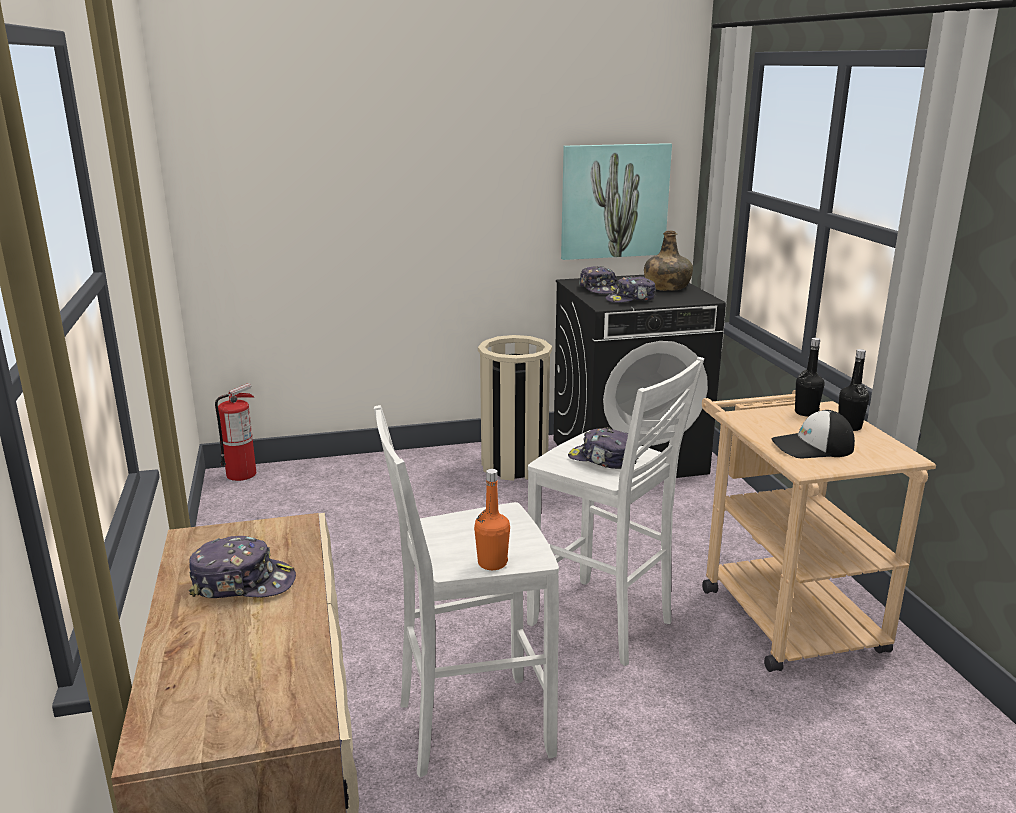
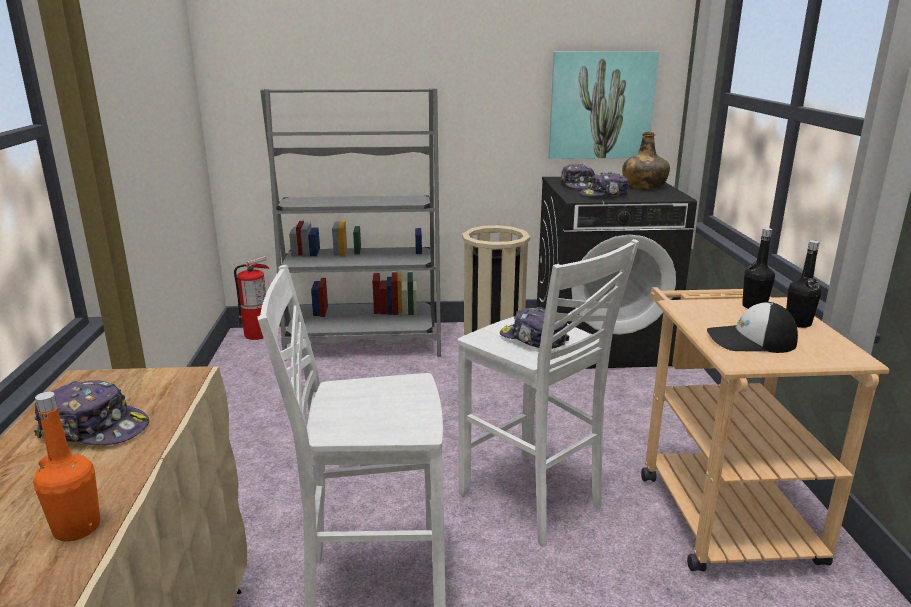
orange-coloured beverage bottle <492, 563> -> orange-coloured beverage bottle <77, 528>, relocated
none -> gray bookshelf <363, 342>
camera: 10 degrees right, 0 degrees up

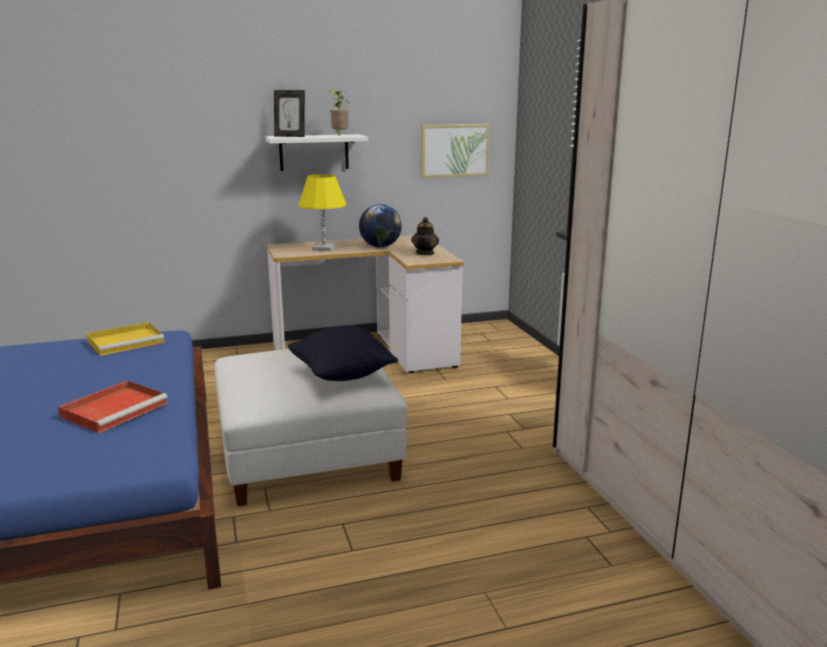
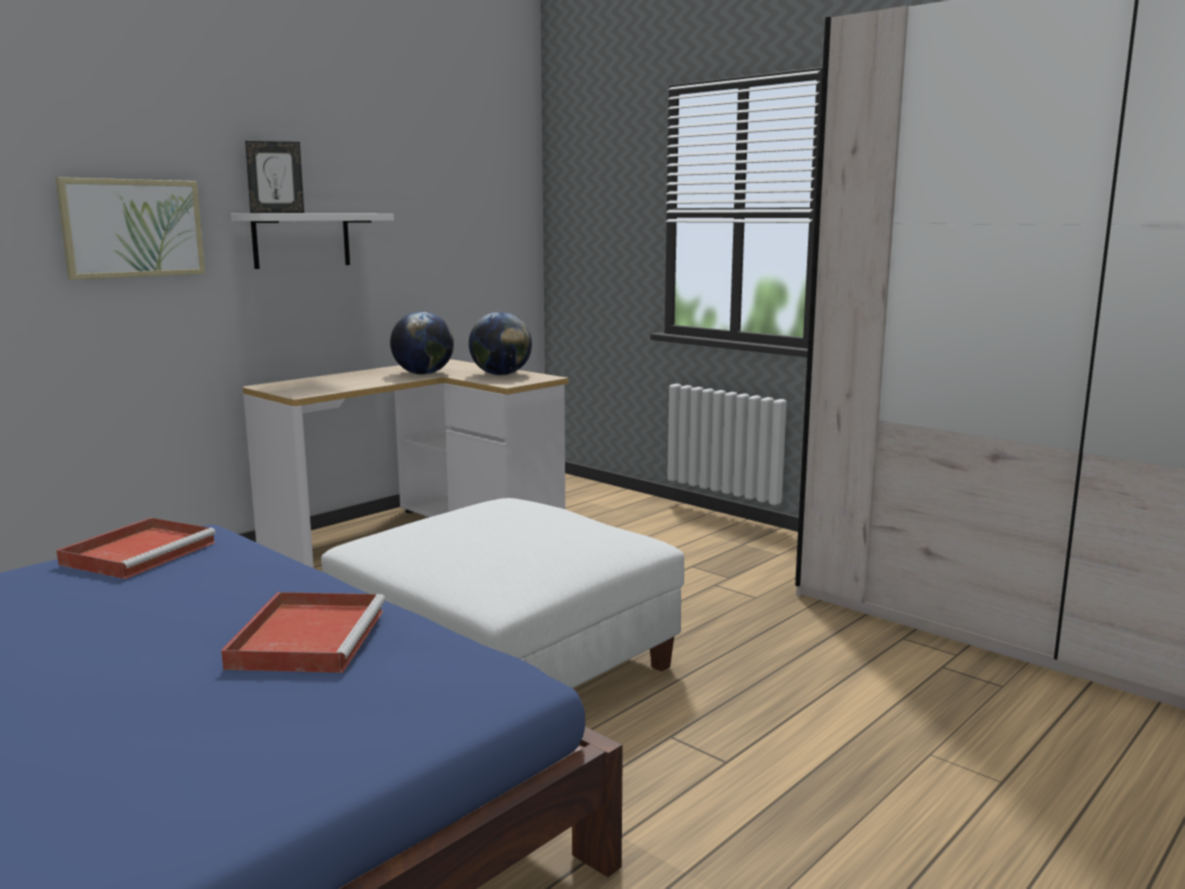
yellowish carrying tray <127, 341> -> red-coloured carrying tray <141, 552>
black cushion <342, 376> -> none
yellowish tabletop lamp <324, 248> -> none
plant in a pot <339, 135> -> none
teapot <425, 253> -> world globe <501, 375>
wall picture <454, 150> -> wall picture <133, 228>, relocated
camera: 30 degrees left, 5 degrees down

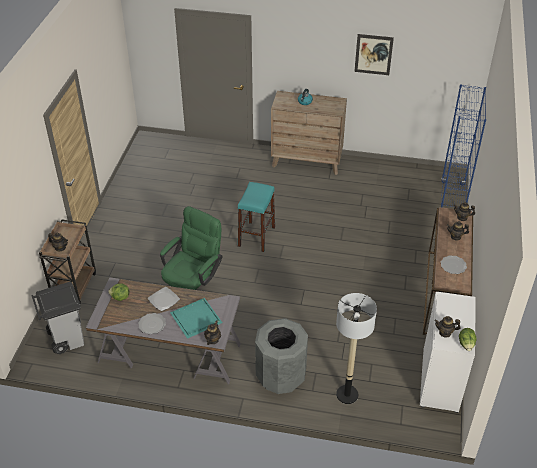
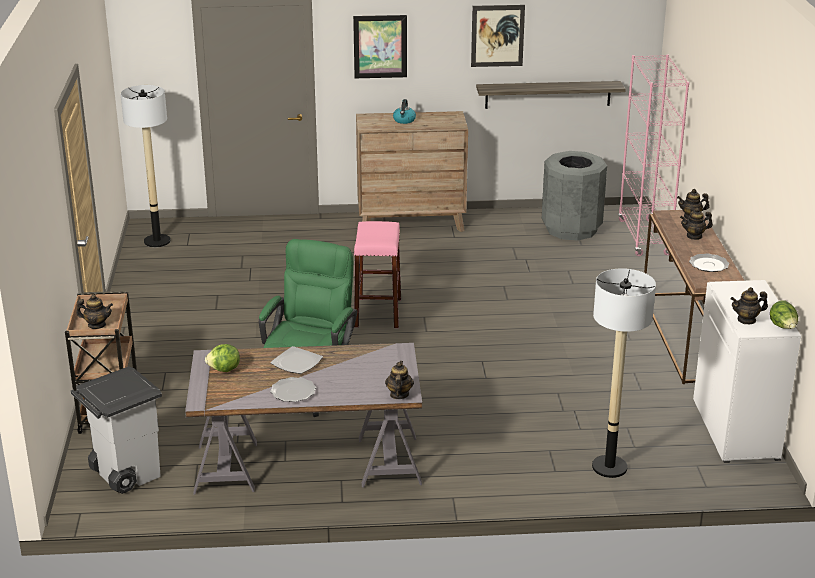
blue-green carrying tray <196, 318> -> none
blue-green stool <256, 236> -> pink stool <378, 313>
gray rubbish bin <280, 376> -> gray rubbish bin <571, 229>, relocated
blue bookshelf <452, 200> -> pink bookshelf <644, 238>
none -> floor lamp <157, 241>
none -> wall picture <380, 46>
none -> shelf <548, 94>
camera: 15 degrees left, 15 degrees down

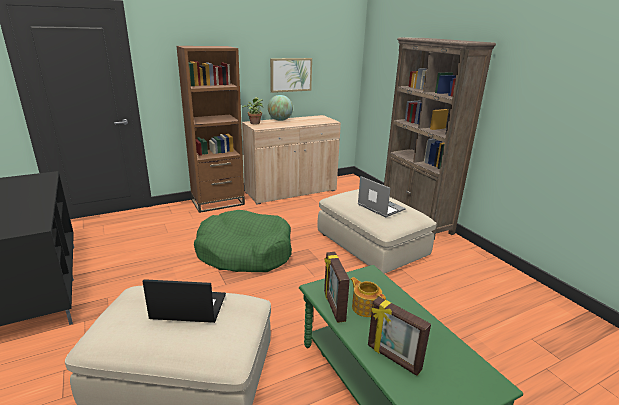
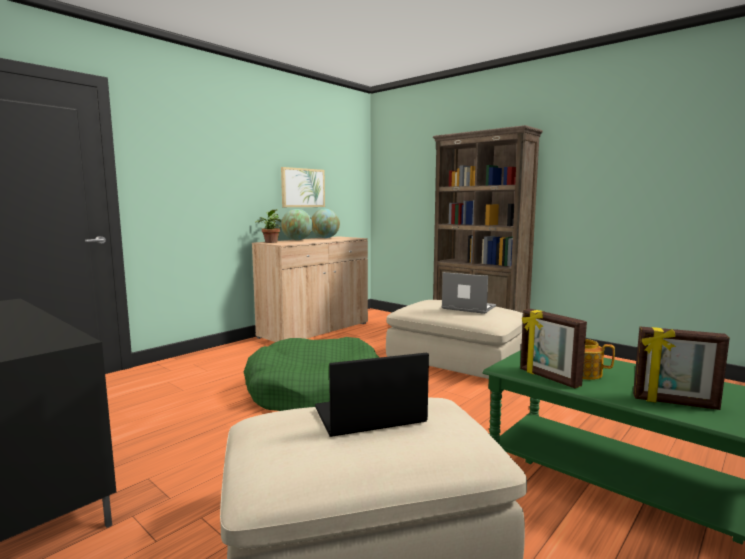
brown-coloured bookshelf <218, 202> -> none
none -> world globe <325, 238>
camera: 20 degrees left, 15 degrees down

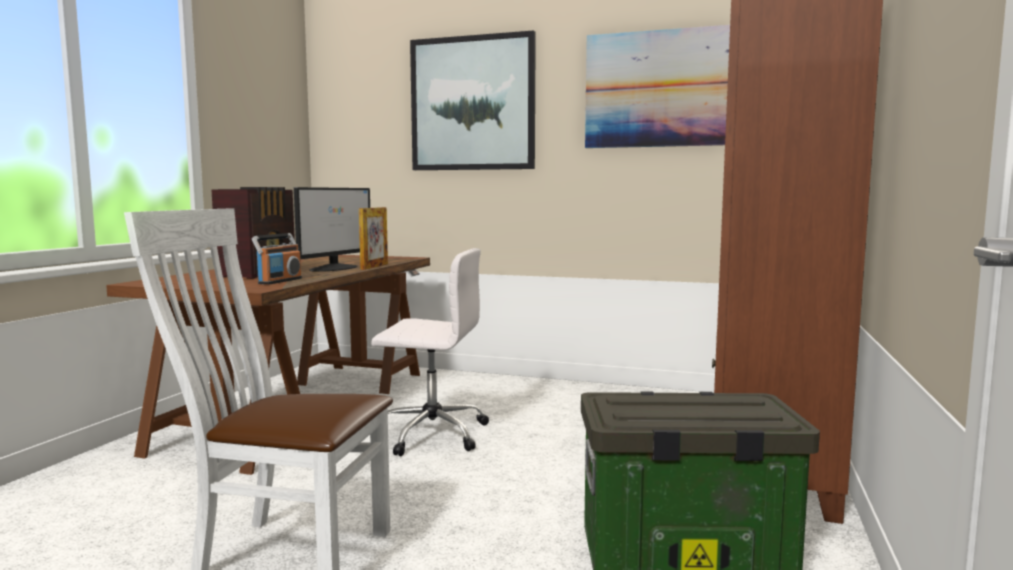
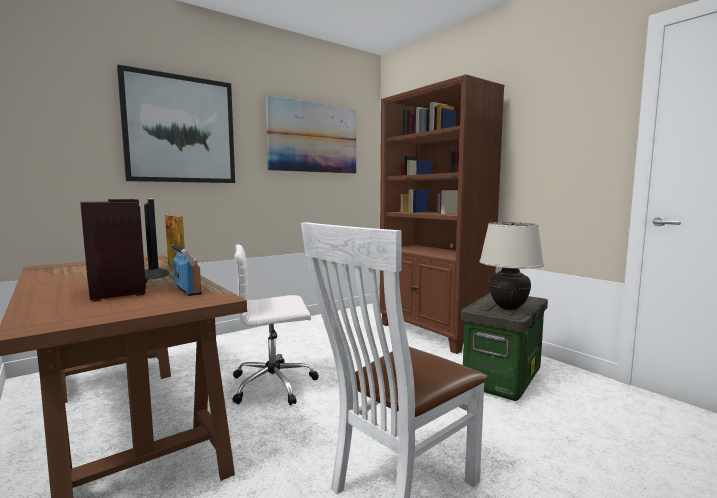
white-coloured desk chair <430, 434> -> white-coloured desk chair <274, 384>, 150 degrees counterclockwise
none -> sand-coloured tabletop lamp <508, 308>
camera: 55 degrees left, 0 degrees up

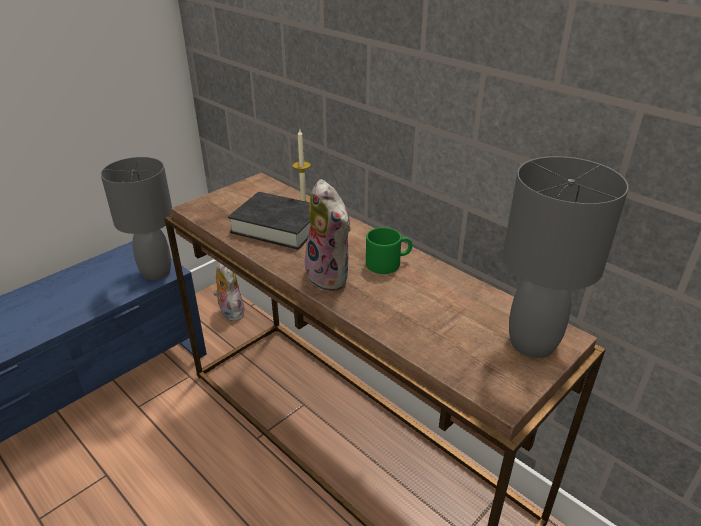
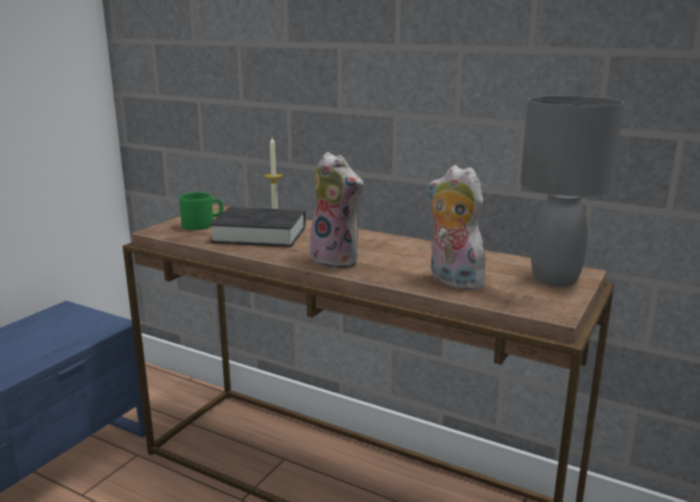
gray tabletop lamp <156, 272> -> none
plush toy <230, 312> -> plush toy <451, 281>, relocated
green-coloured coffee mug <388, 263> -> green-coloured coffee mug <203, 224>, relocated
camera: 15 degrees left, 15 degrees down

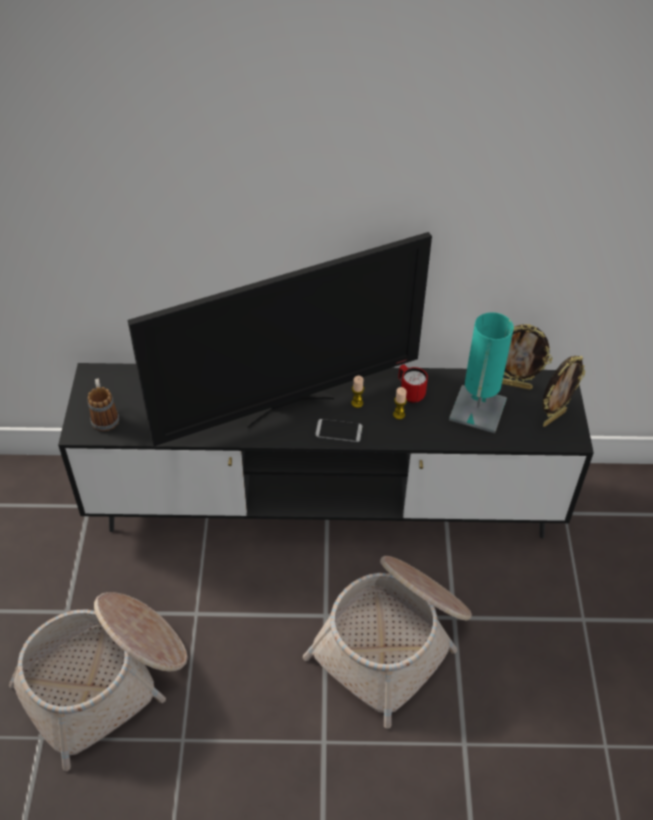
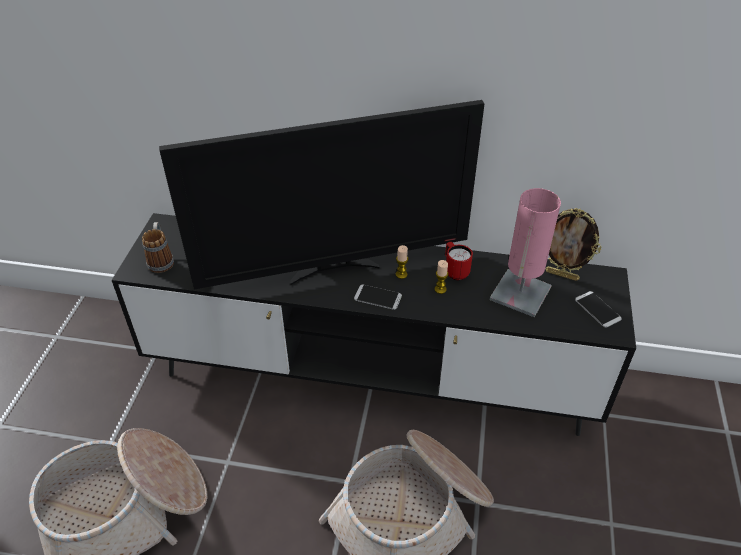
blue-green tabletop lamp <477, 409> -> pink tabletop lamp <520, 293>
standing frame <553, 417> -> phone <597, 309>
camera: 10 degrees right, 5 degrees down

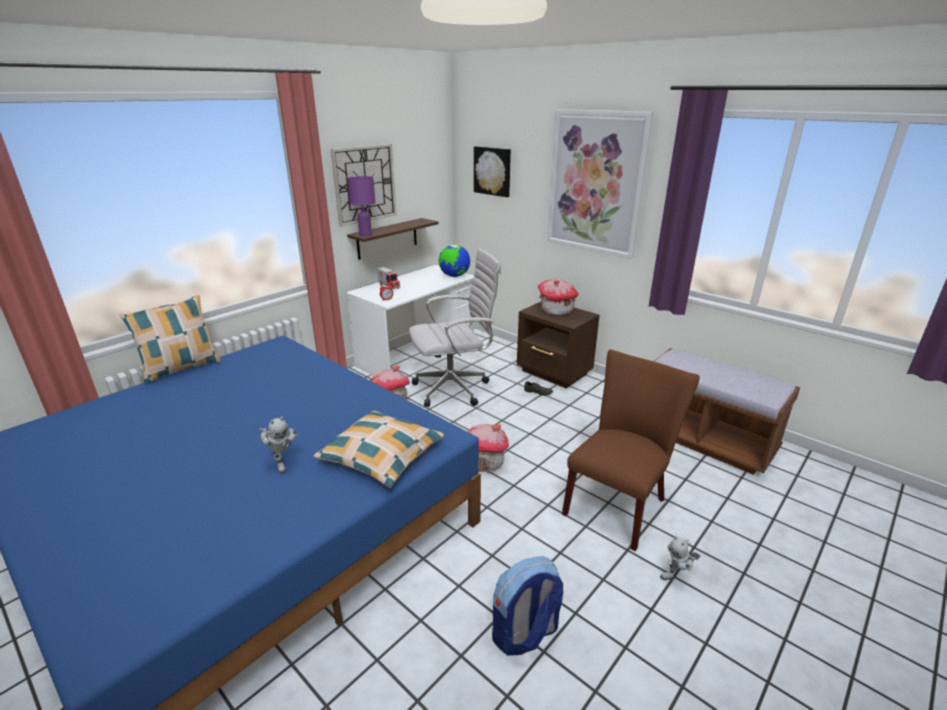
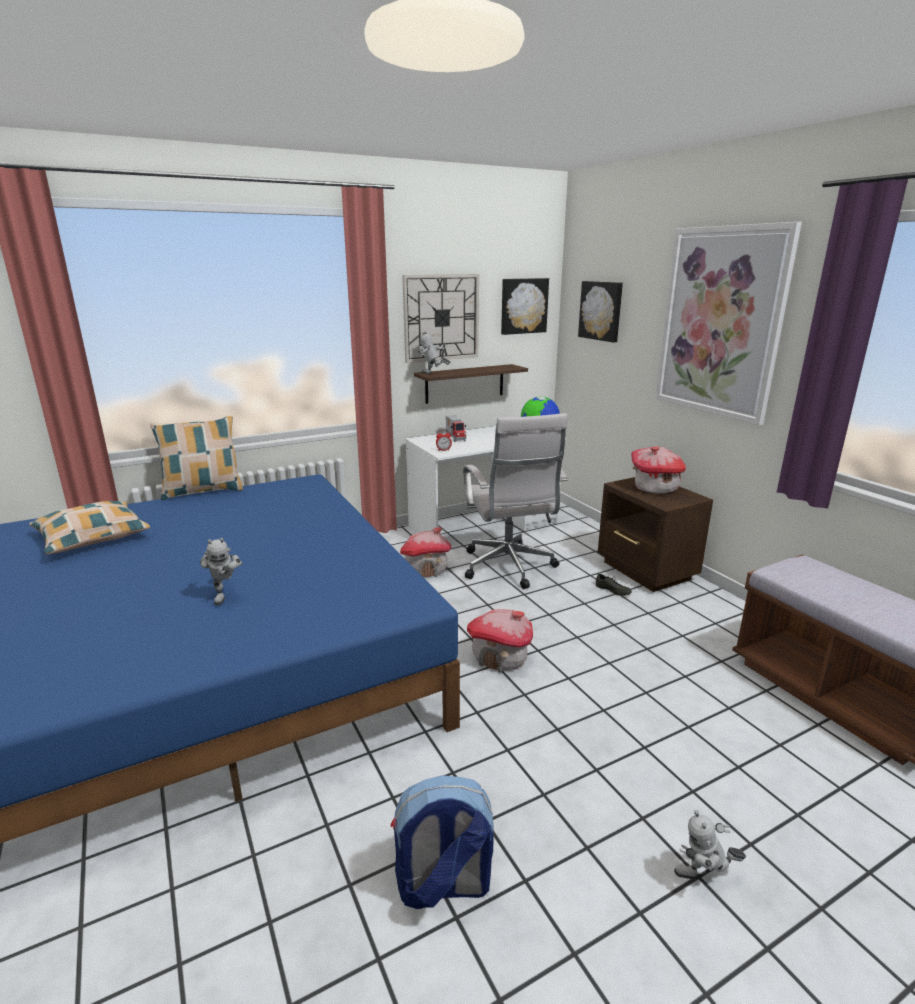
cushion <382, 455> -> cushion <92, 537>, relocated
purple-coloured tabletop lamp <365, 235> -> robot figure <432, 374>
white-coloured desk chair <455, 388> -> white-coloured desk chair <509, 568>, 75 degrees clockwise
brown-coloured plain chair <618, 503> -> none
none -> wall picture <523, 306>
camera: 20 degrees right, 5 degrees down

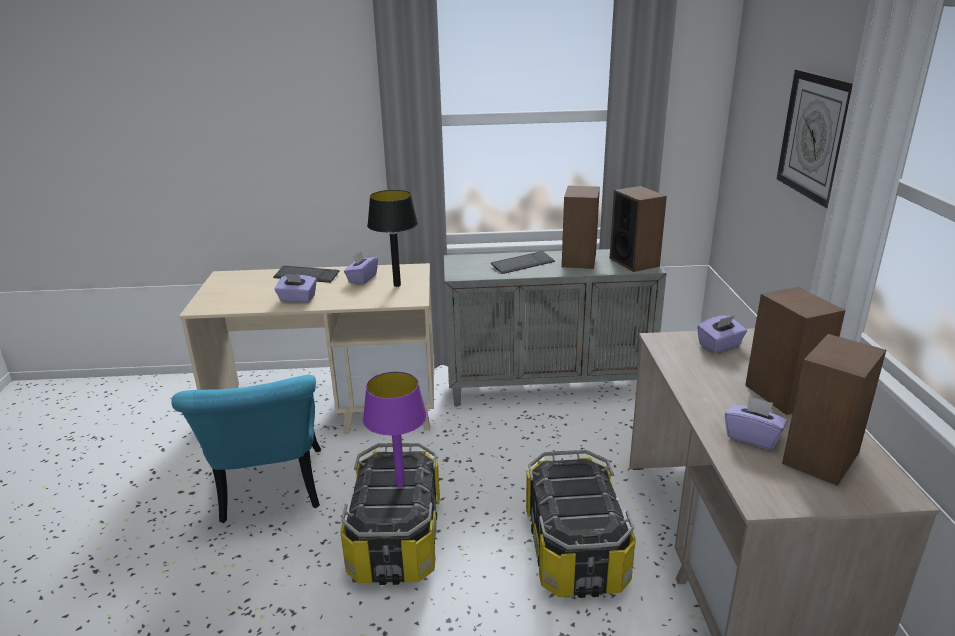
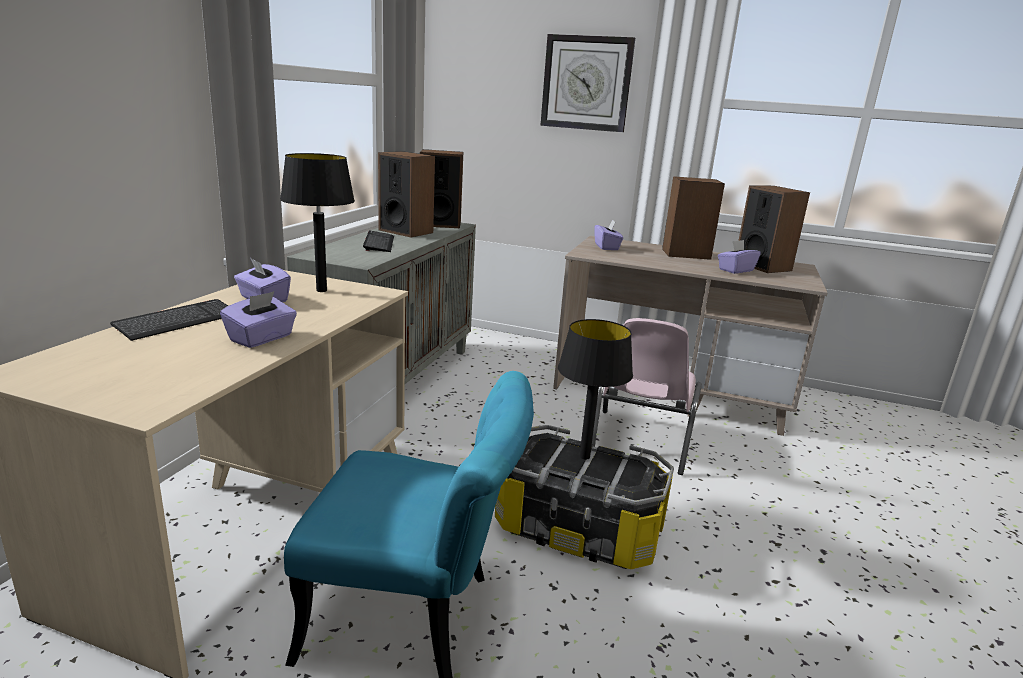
purple-coloured tabletop lamp <400, 483> -> black tabletop lamp <584, 457>
storage container <573, 549> -> pink plain chair <640, 442>
camera: 70 degrees left, 5 degrees down

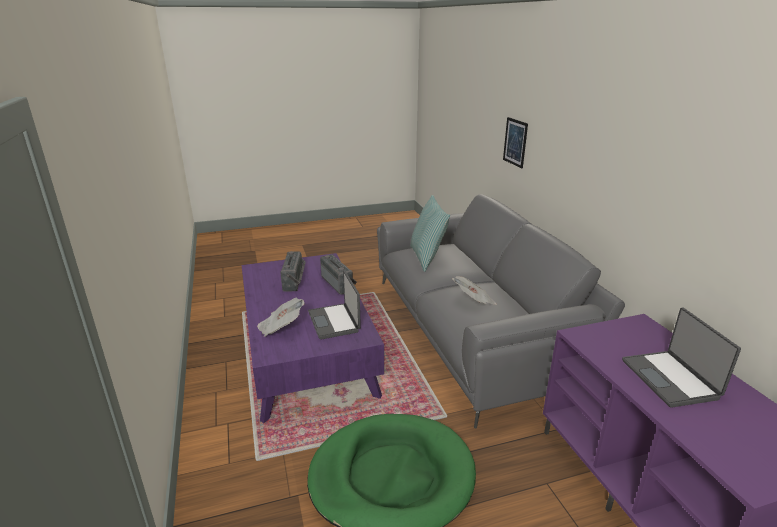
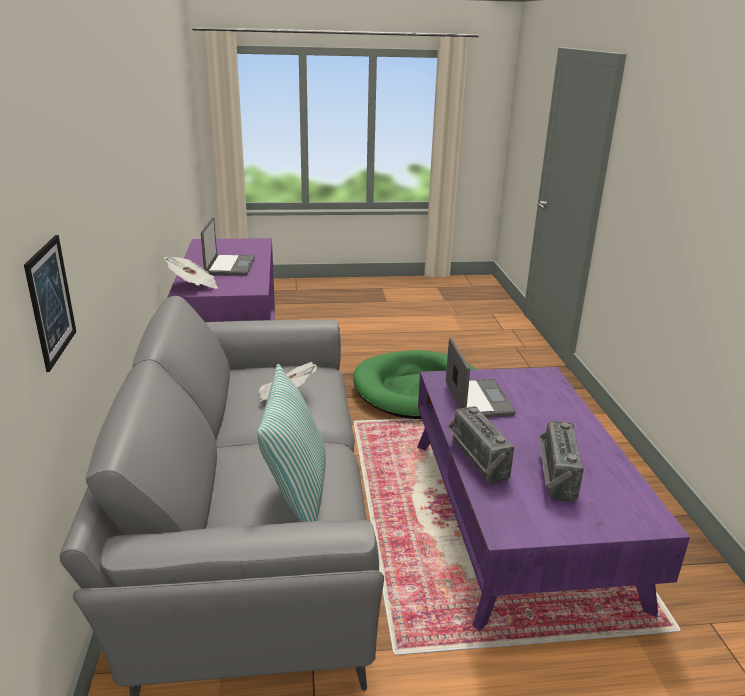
newspaper <281, 327> -> newspaper <194, 285>, relocated
camera: 170 degrees left, 0 degrees up

